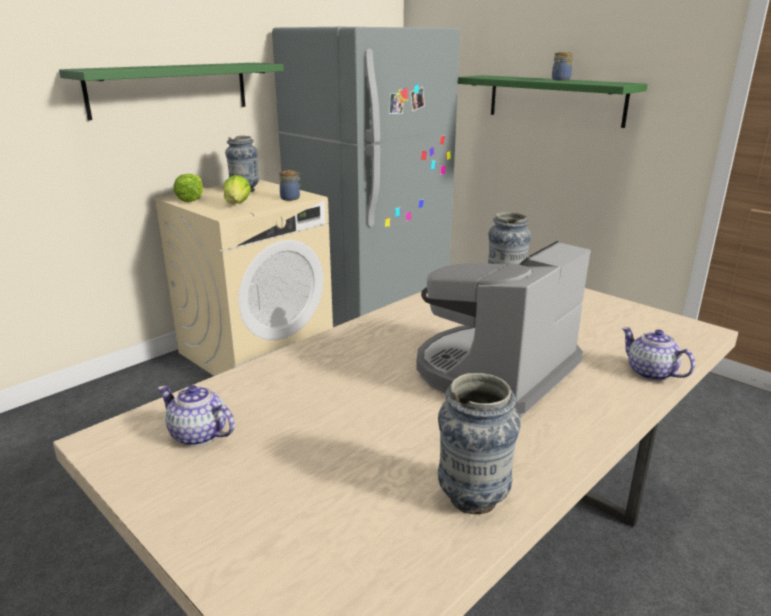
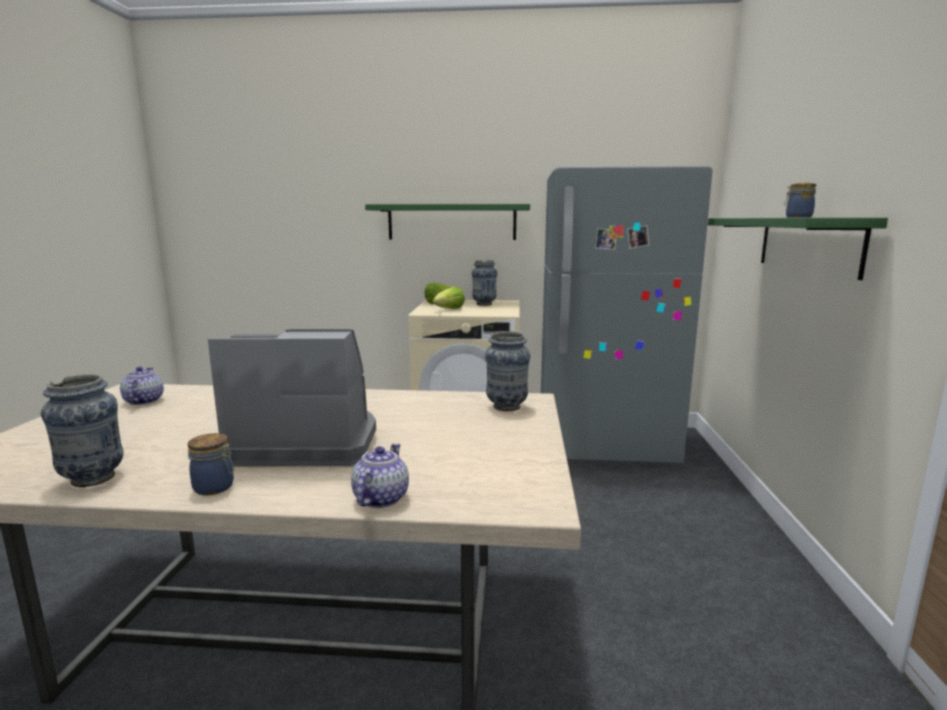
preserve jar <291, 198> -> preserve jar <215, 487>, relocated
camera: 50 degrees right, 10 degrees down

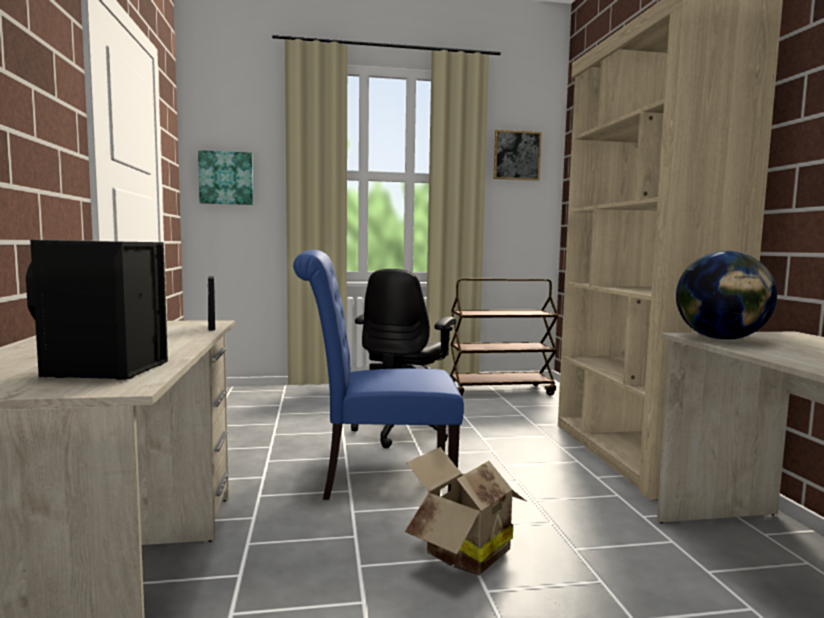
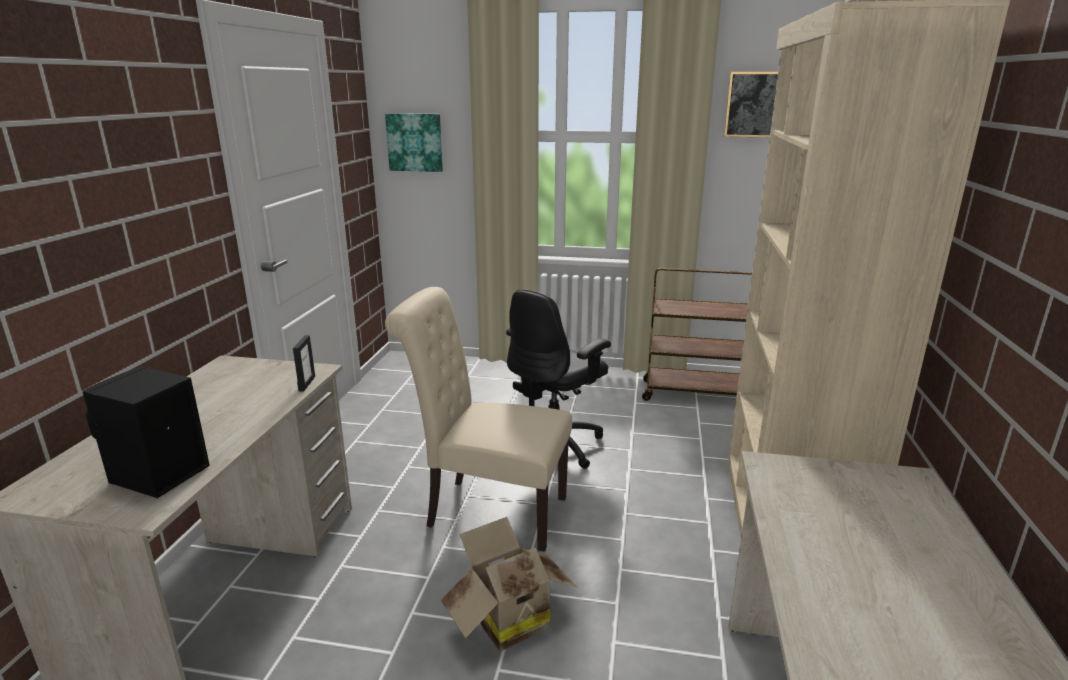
blue plain chair <378, 480> -> sand-coloured plain chair <488, 510>
world globe <721, 339> -> none
camera: 20 degrees right, 15 degrees up

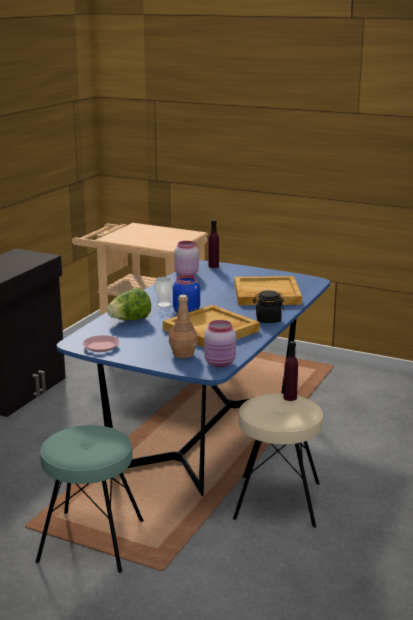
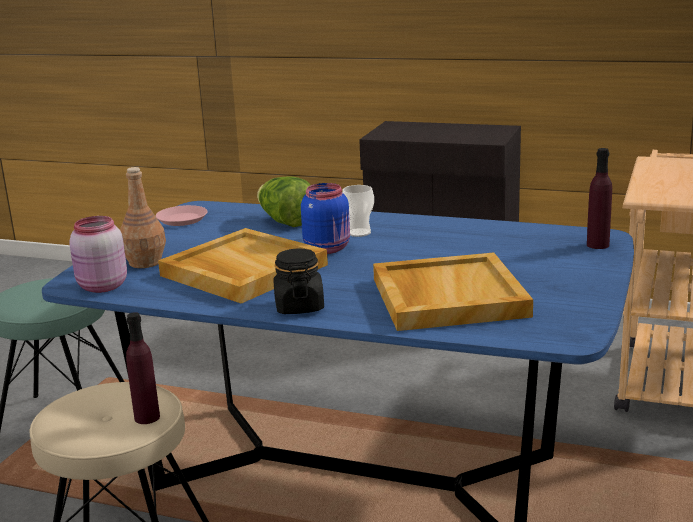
pink preserve jar <186, 274> -> none
camera: 85 degrees right, 0 degrees up

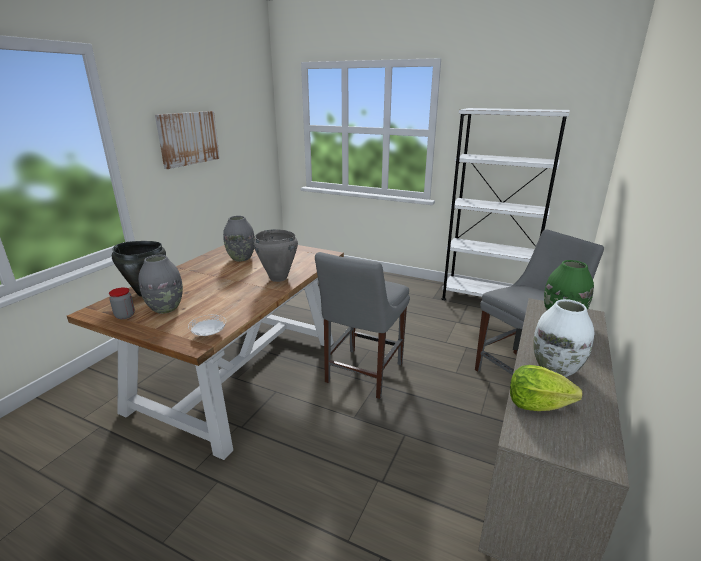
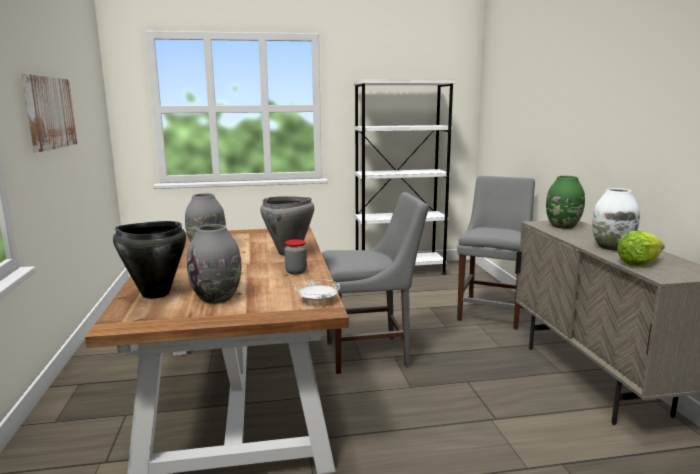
preserve jar <125, 315> -> preserve jar <296, 271>, relocated
gray plain chair <362, 374> -> gray plain chair <371, 354>, 90 degrees counterclockwise
camera: 35 degrees left, 10 degrees down

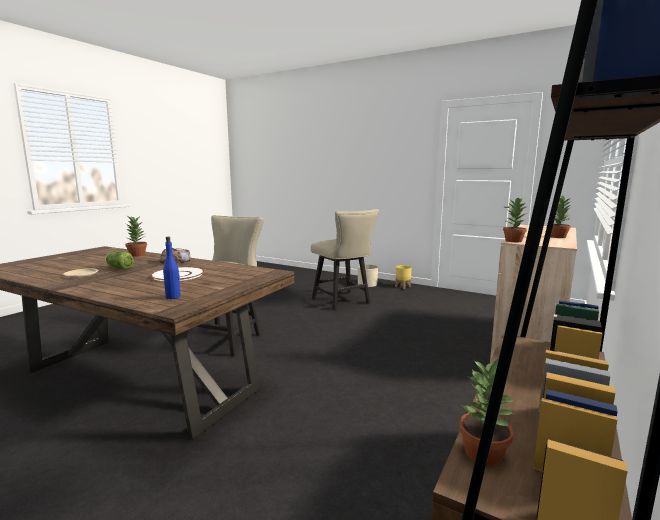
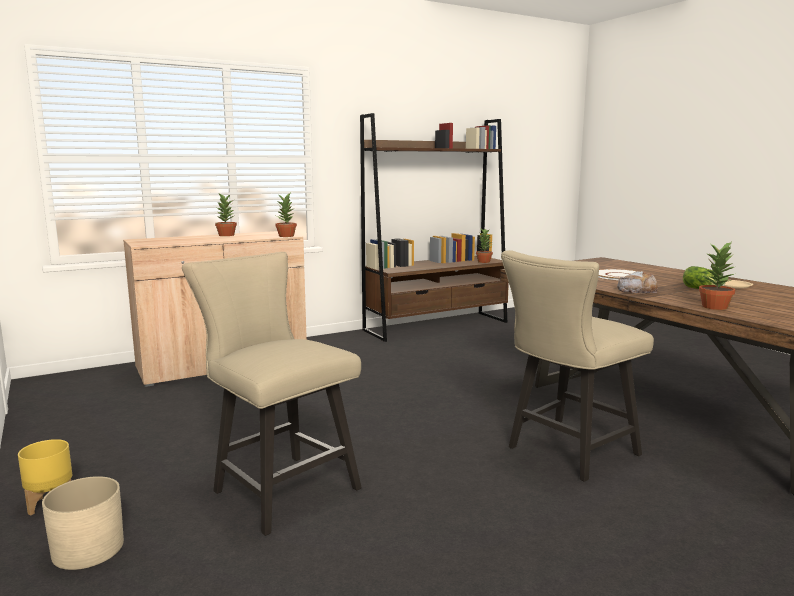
blue beverage bottle <173, 297> -> none
sand-coloured plain chair <343, 302> -> sand-coloured plain chair <279, 487>, 45 degrees counterclockwise
camera: 150 degrees left, 0 degrees up

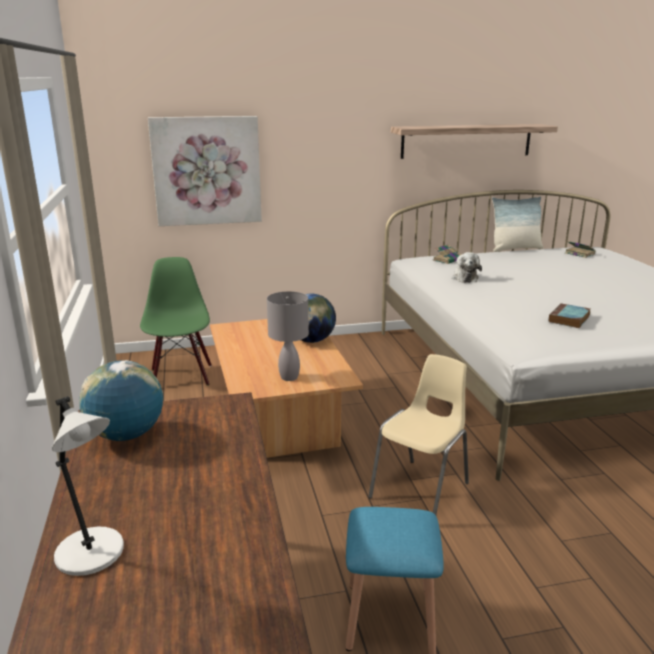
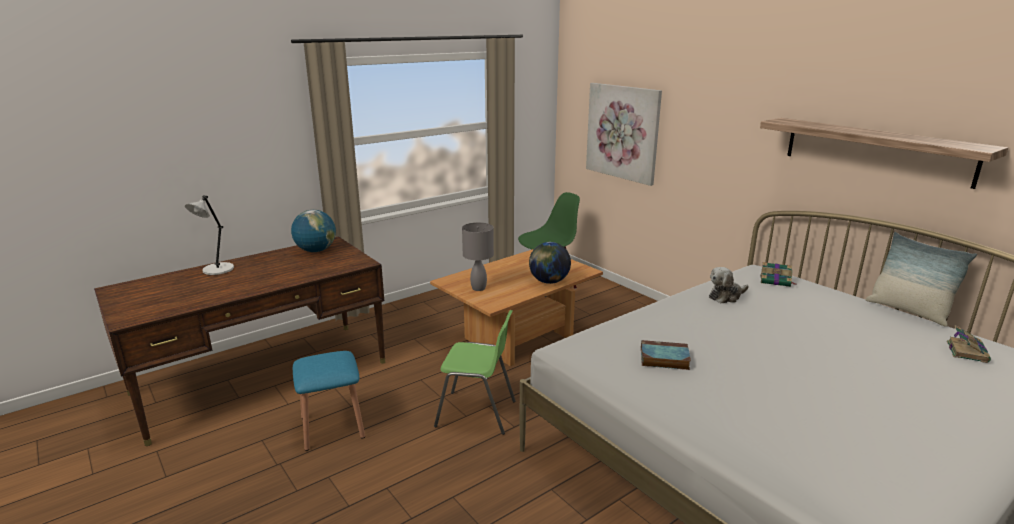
sand-coloured plain chair <421, 490> -> green-coloured plain chair <477, 414>
camera: 65 degrees right, 0 degrees up

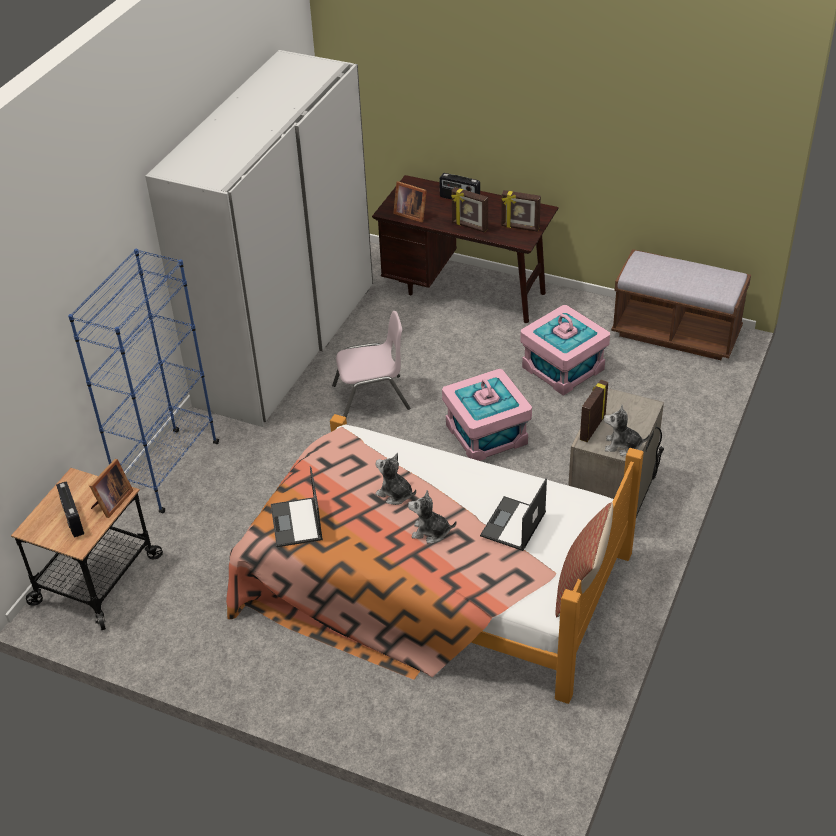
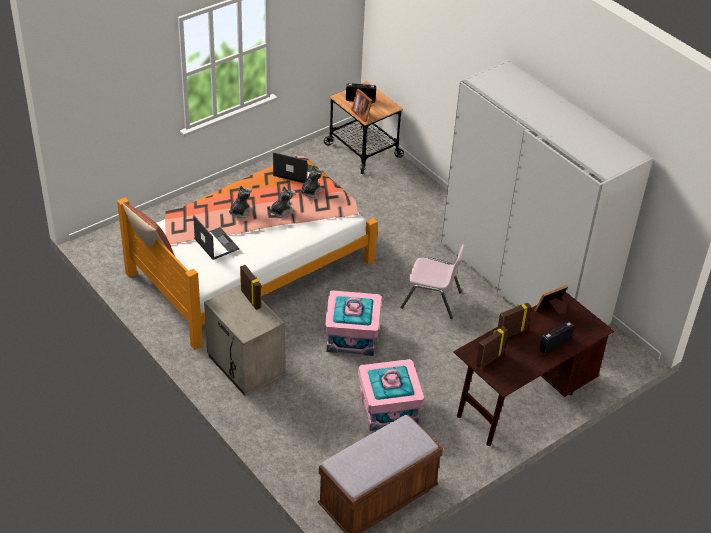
blue bookshelf <169, 471> -> none
pink plain chair <371, 398> -> pink plain chair <431, 300>, 90 degrees counterclockwise
plush toy <622, 446> -> plush toy <311, 192>, relocated
camera: 115 degrees right, 0 degrees up

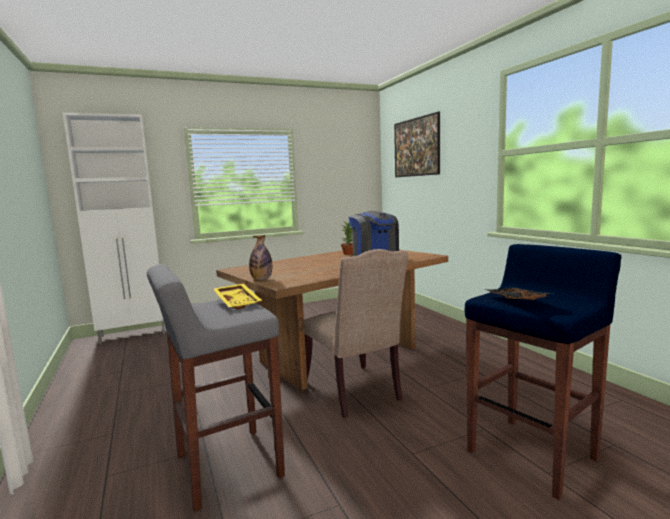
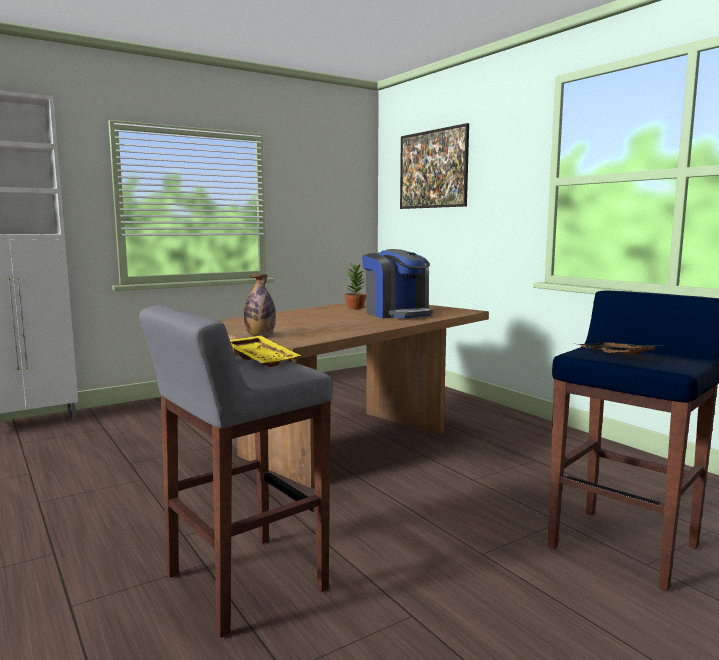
sand-coloured plain chair <355, 392> -> none
camera: 10 degrees left, 0 degrees up

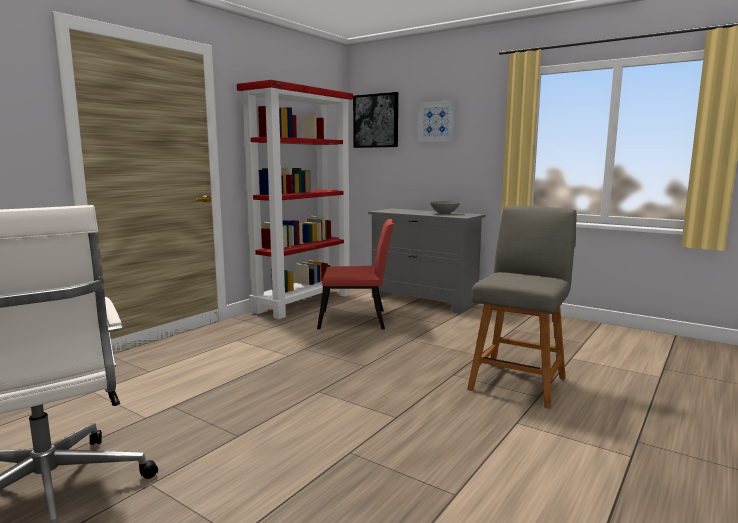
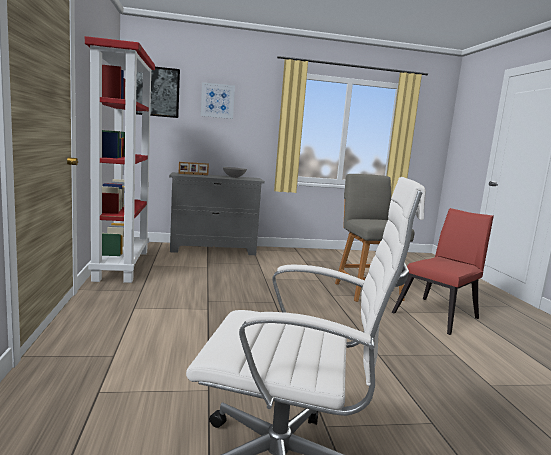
red-coloured plain chair <357, 320> -> red-coloured plain chair <439, 315>, relocated
none -> standing frame <193, 174>
camera: 45 degrees left, 0 degrees up

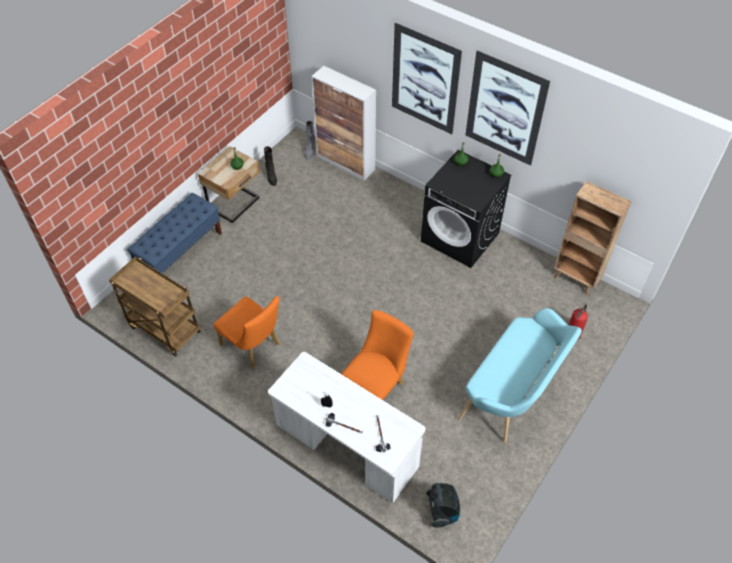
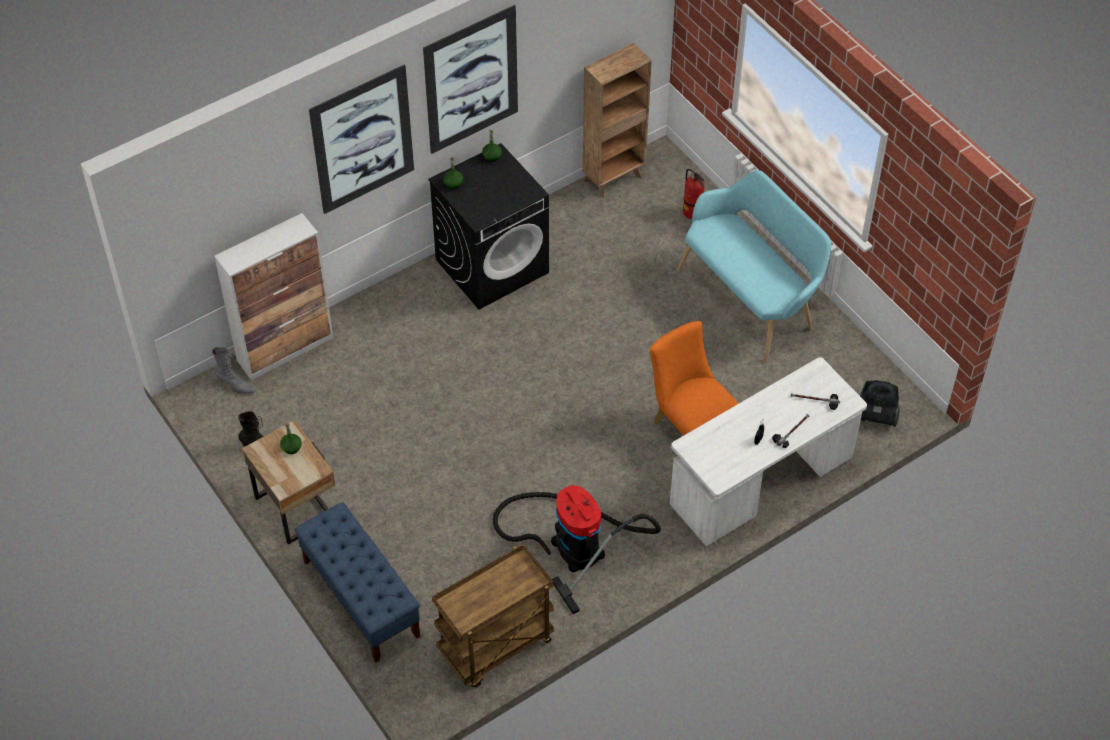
orange-coloured plain chair <254, 347> -> vacuum cleaner <573, 544>
camera: 70 degrees left, 0 degrees up

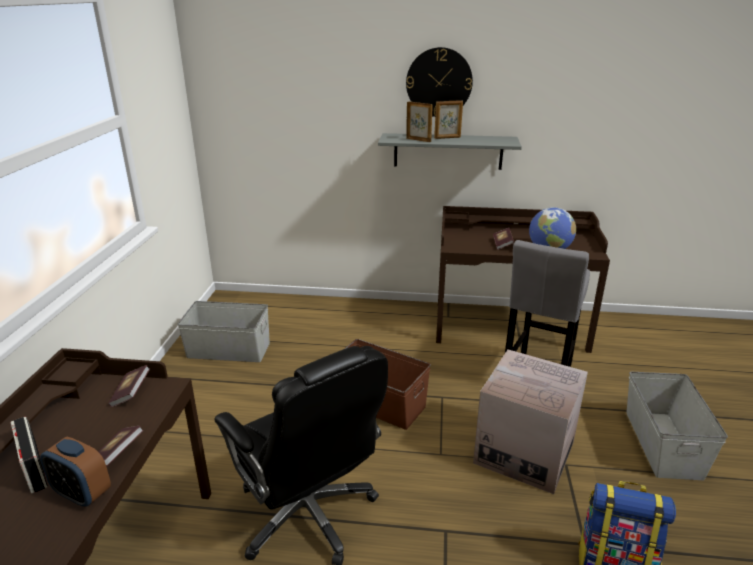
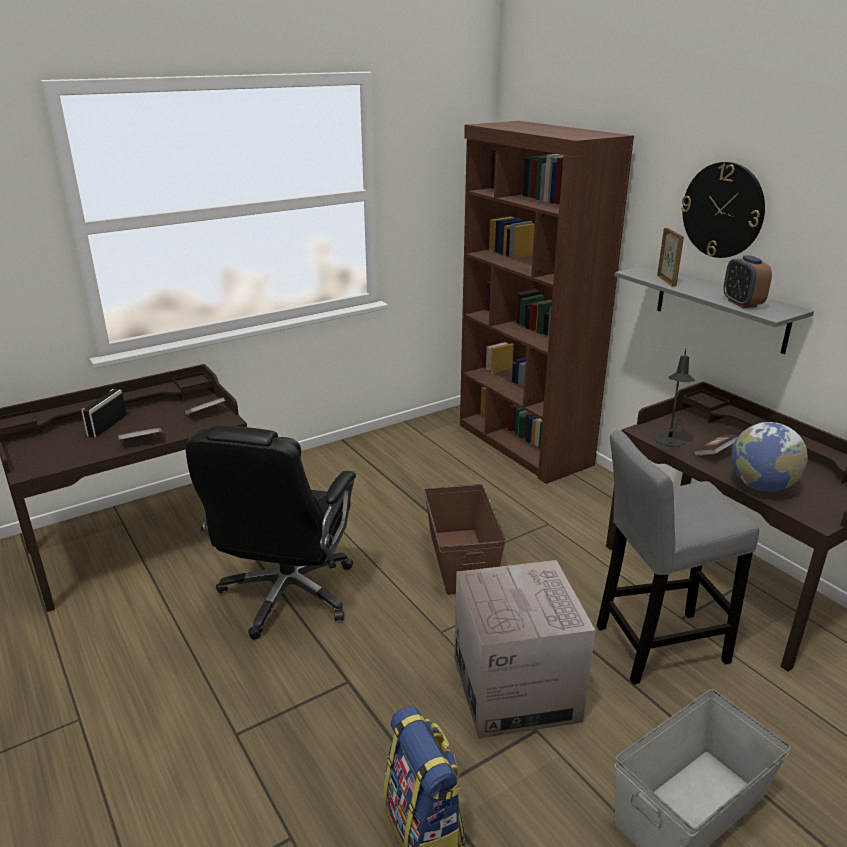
table clock <82, 494> -> table clock <742, 303>, relocated
gray storage container <229, 350> -> none
standing frame <447, 138> -> none
none -> brown-coloured bookshelf <523, 445>
none -> black tabletop lamp <669, 441>
camera: 50 degrees right, 0 degrees up

